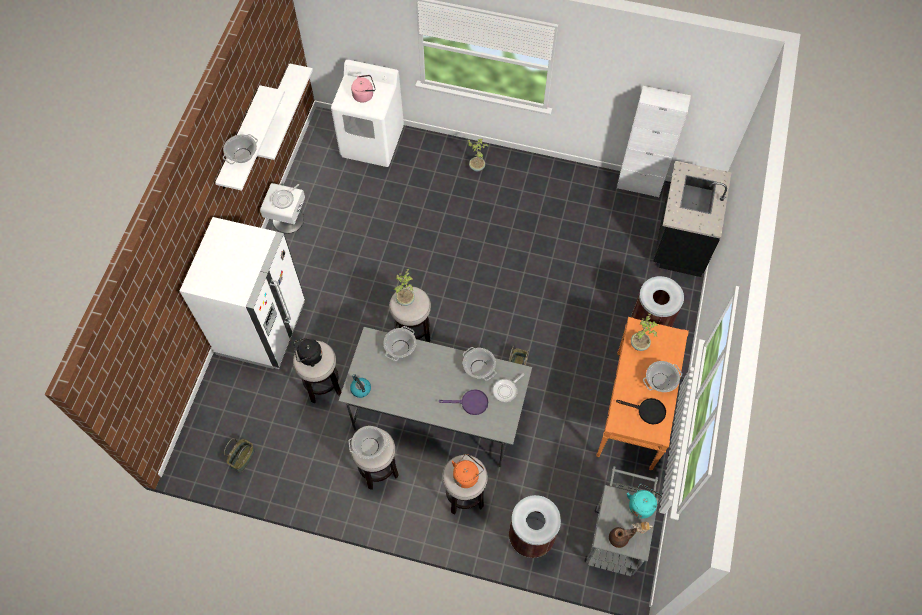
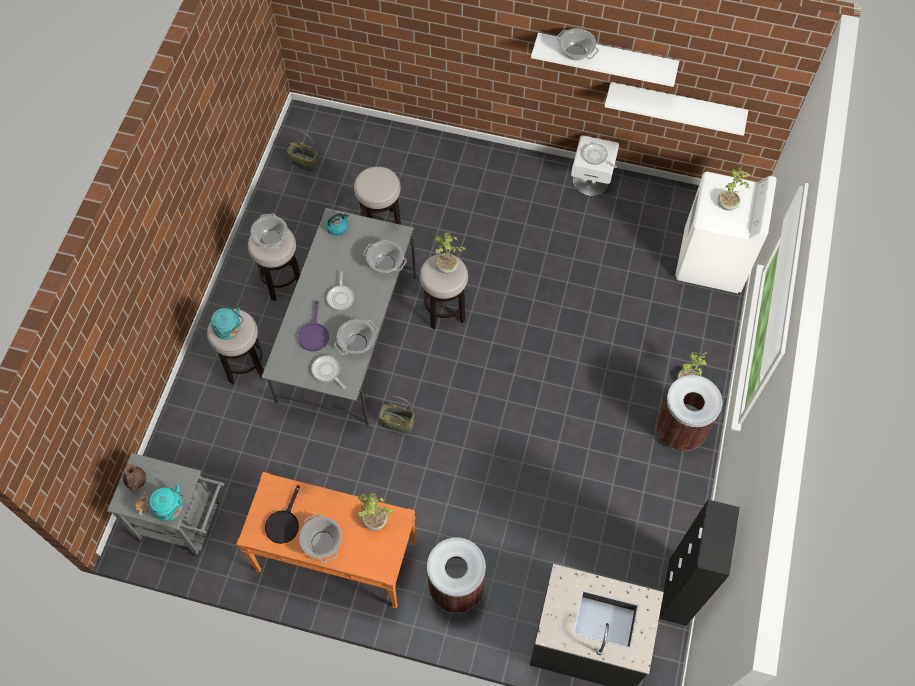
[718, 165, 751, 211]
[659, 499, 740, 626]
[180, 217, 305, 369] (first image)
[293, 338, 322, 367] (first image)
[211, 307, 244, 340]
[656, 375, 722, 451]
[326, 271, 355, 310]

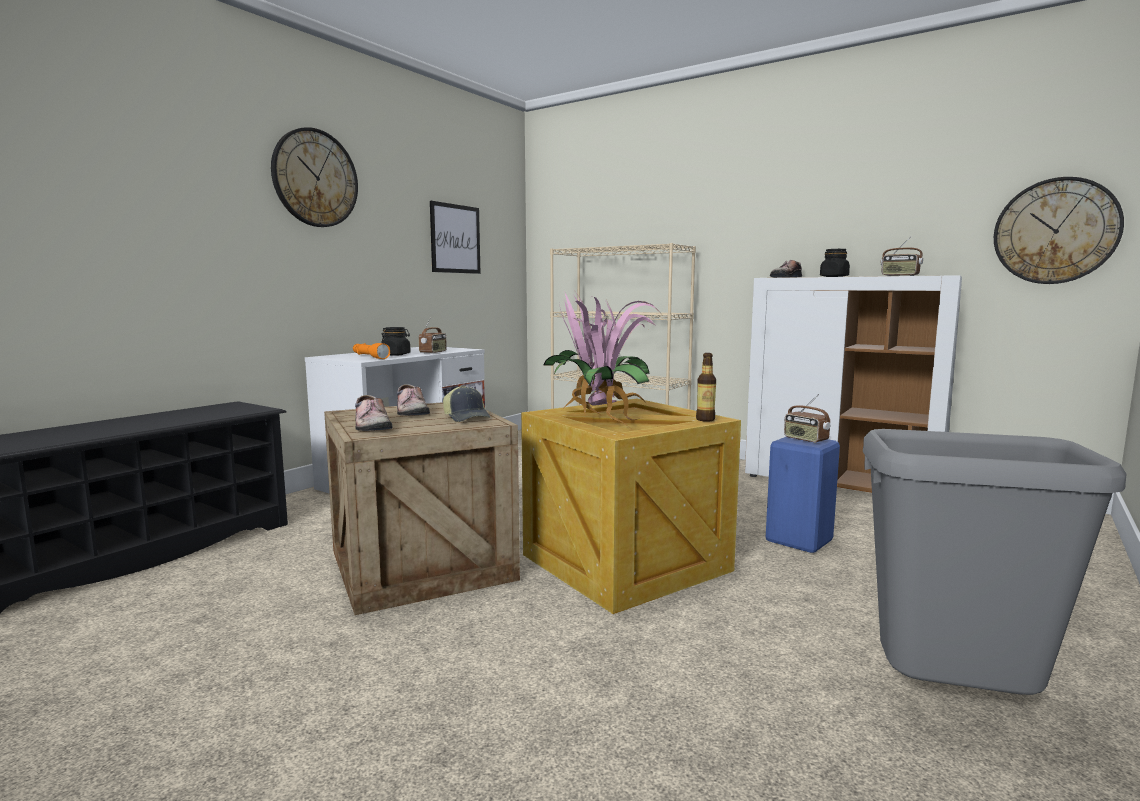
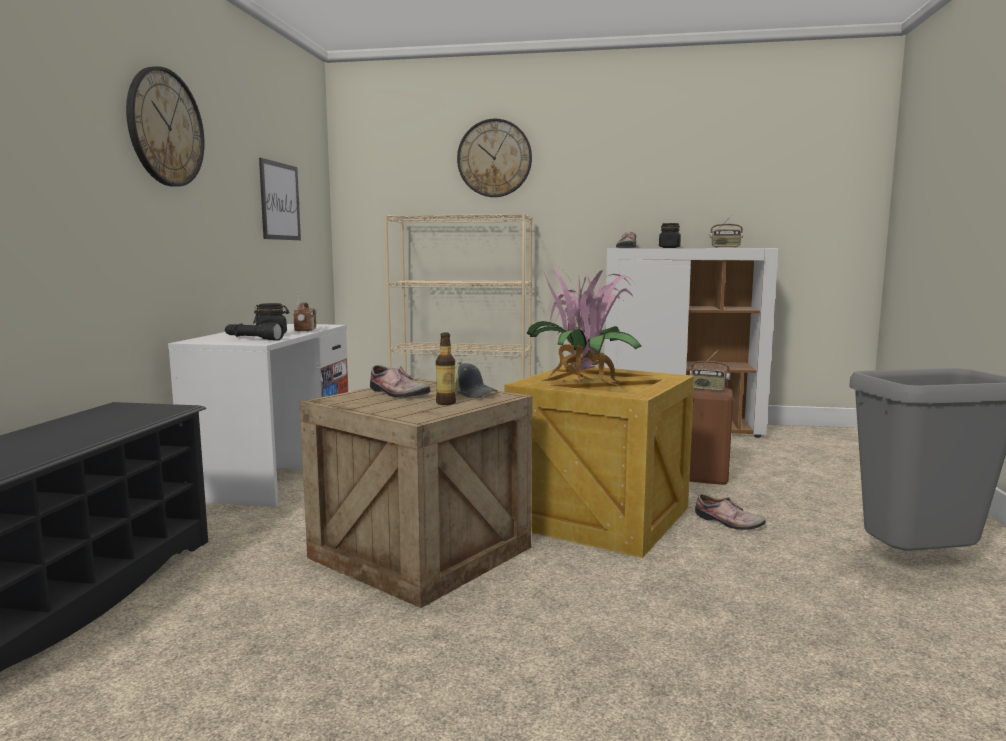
[457, 119, 532, 197]
[225, 322, 284, 341]
[436, 333, 456, 405]
[695, 494, 766, 530]
[689, 388, 733, 485]

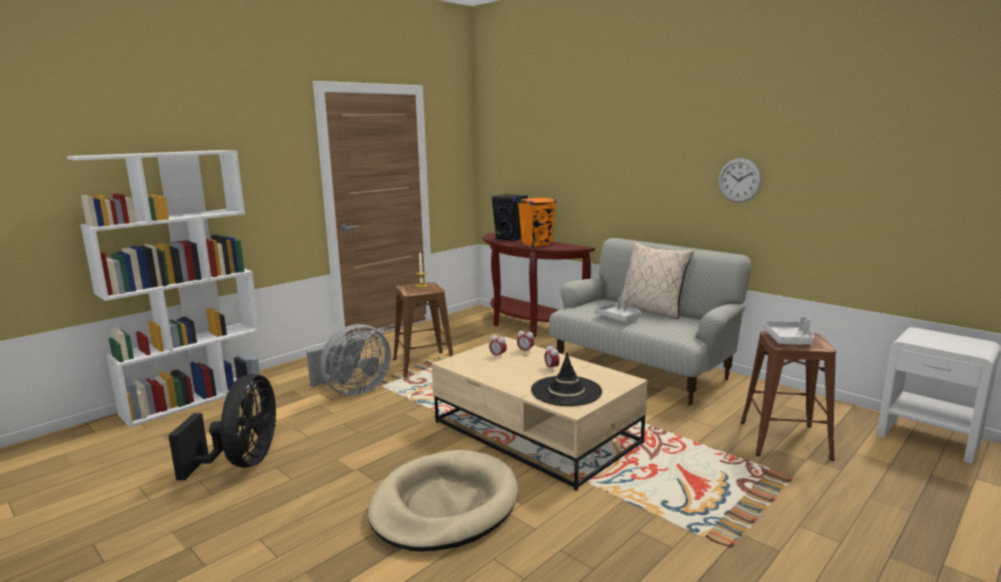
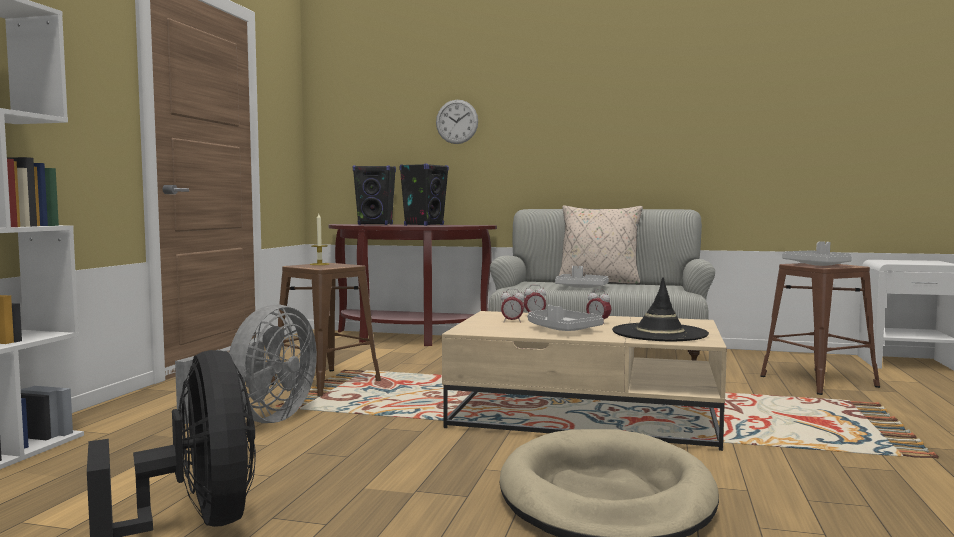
[436, 100, 478, 144]
[399, 163, 449, 226]
[528, 305, 603, 331]

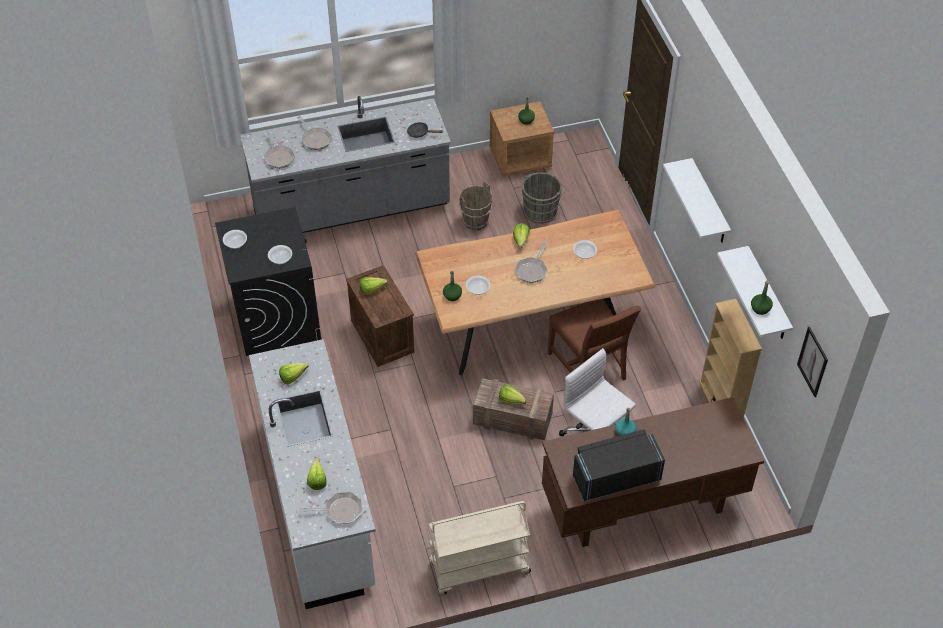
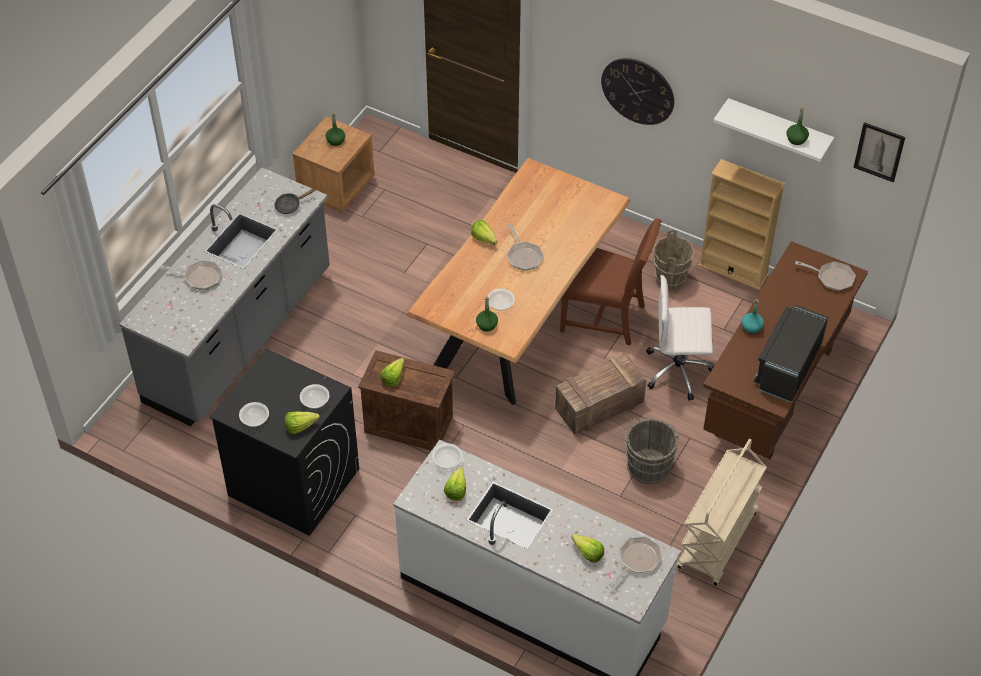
[795, 261, 856, 291]
[601, 58, 674, 125]
[623, 419, 679, 484]
[654, 230, 694, 289]
[432, 443, 463, 469]
[285, 411, 320, 434]

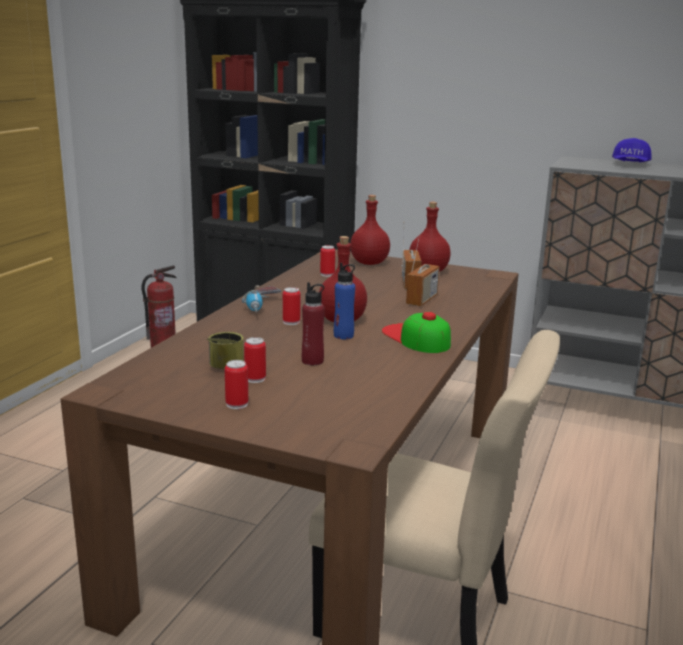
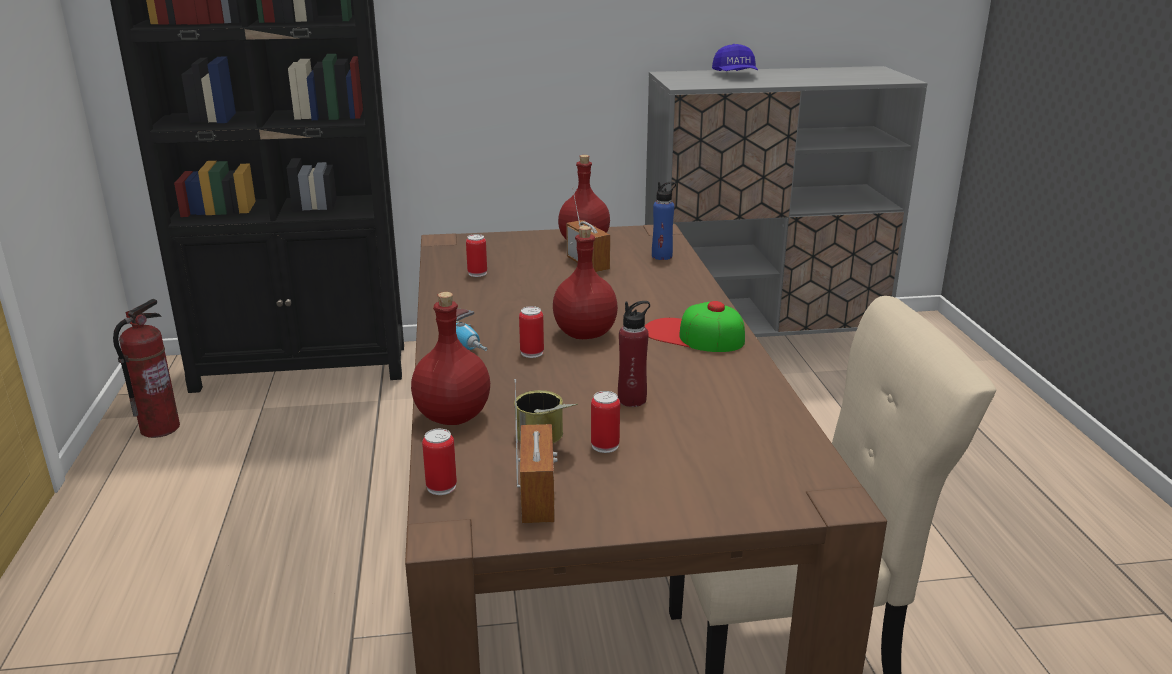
[411, 292, 490, 425]
[514, 379, 558, 523]
[652, 182, 676, 260]
[422, 429, 457, 495]

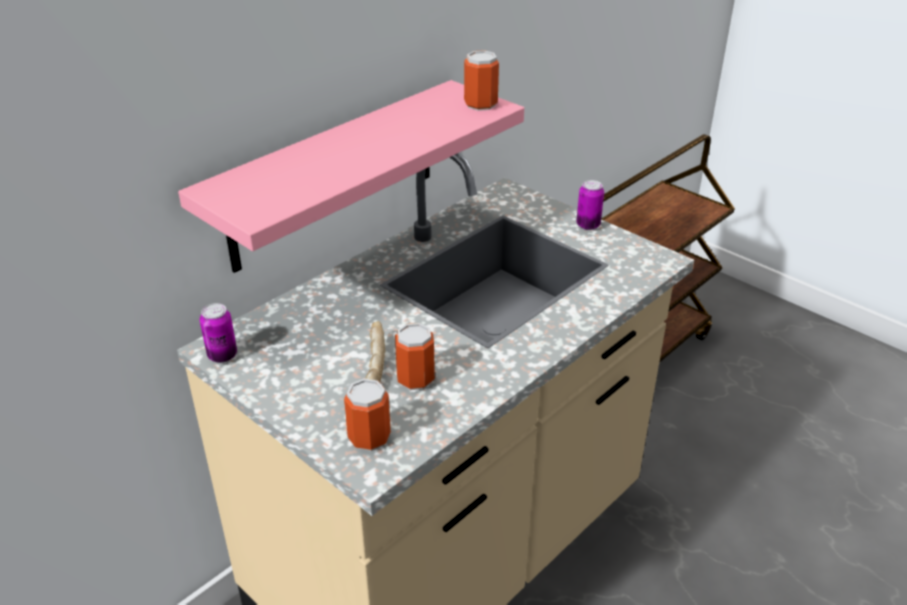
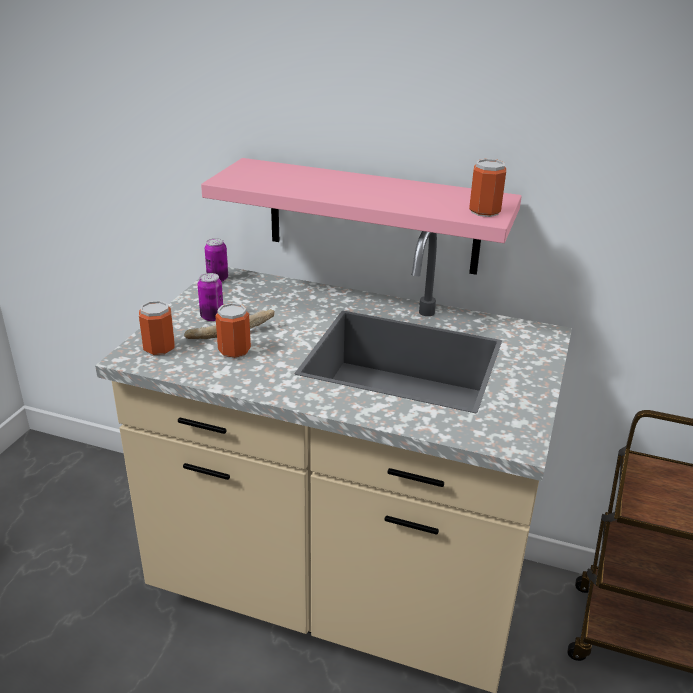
[197, 273, 223, 321]

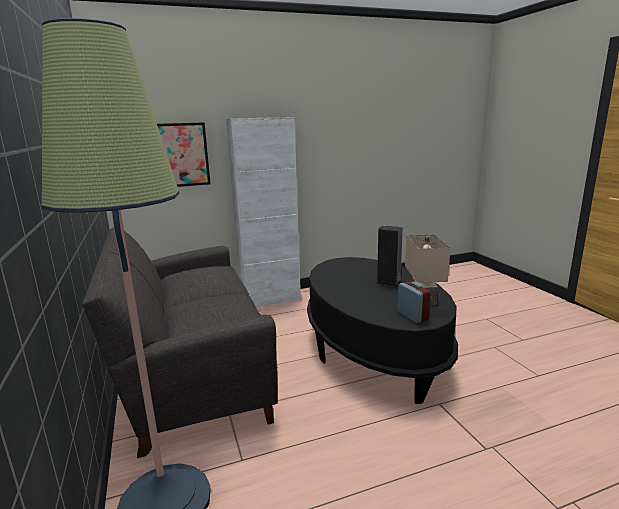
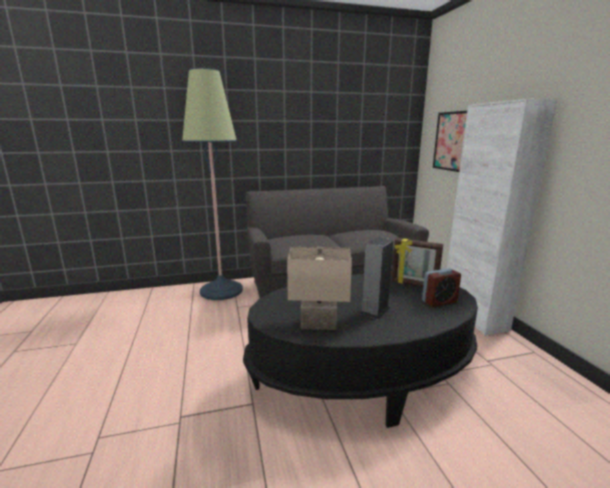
[422, 268, 461, 307]
[392, 238, 443, 287]

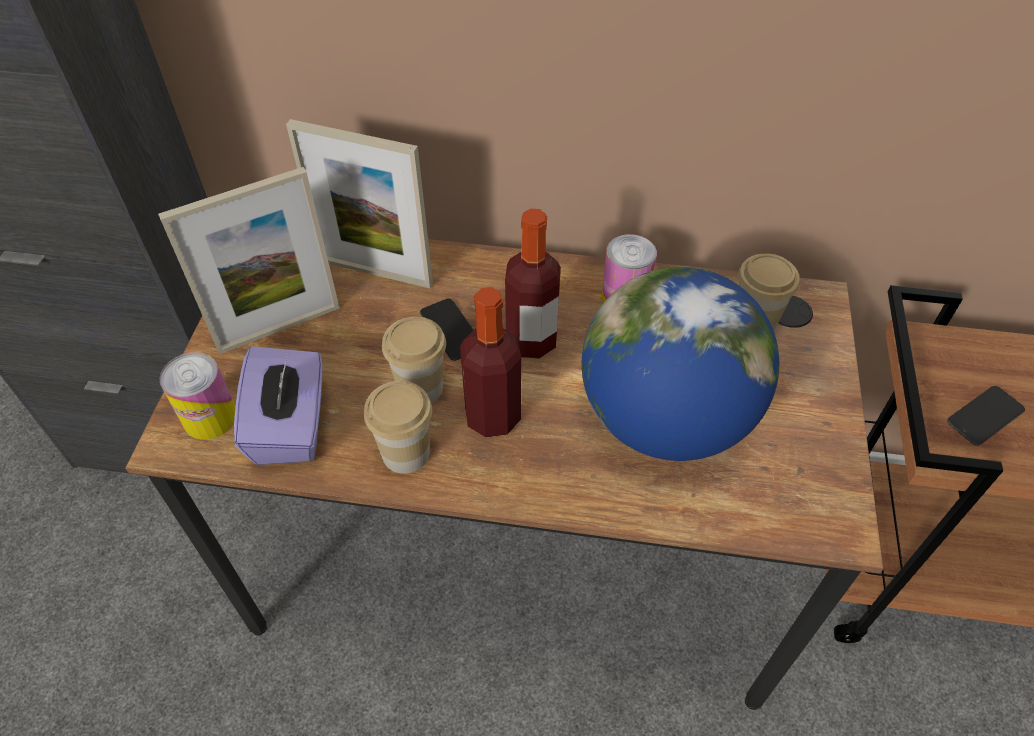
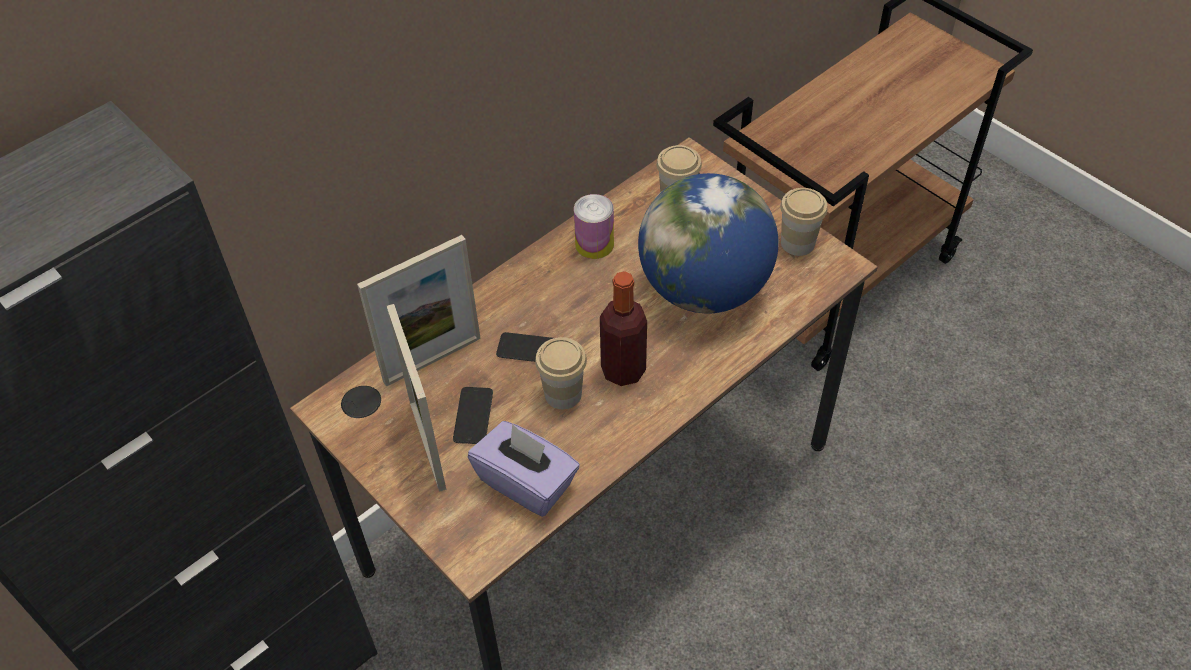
[387, 304, 446, 492]
[505, 209, 561, 358] (first image)
[159, 352, 236, 440] (first image)
[780, 188, 827, 256]
[453, 387, 493, 444]

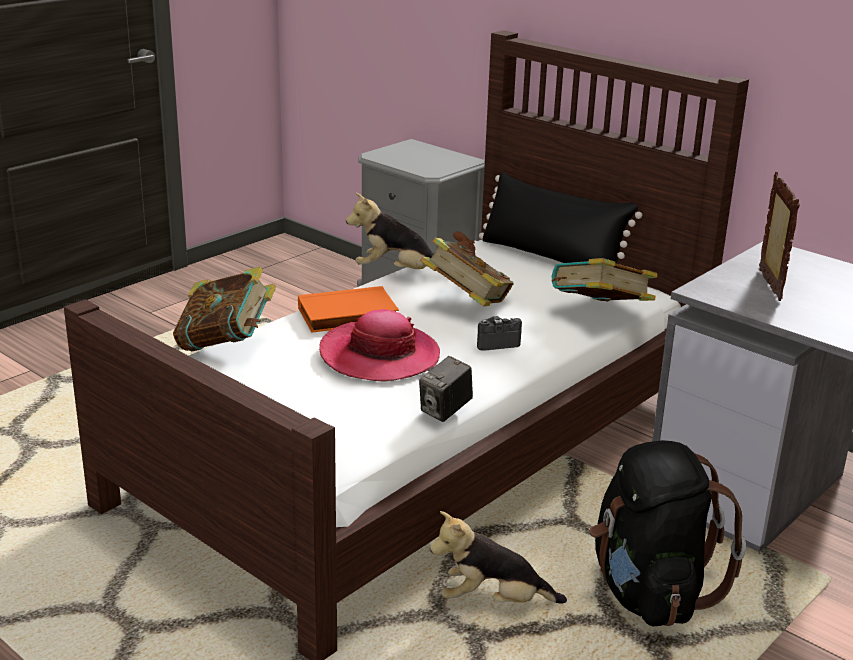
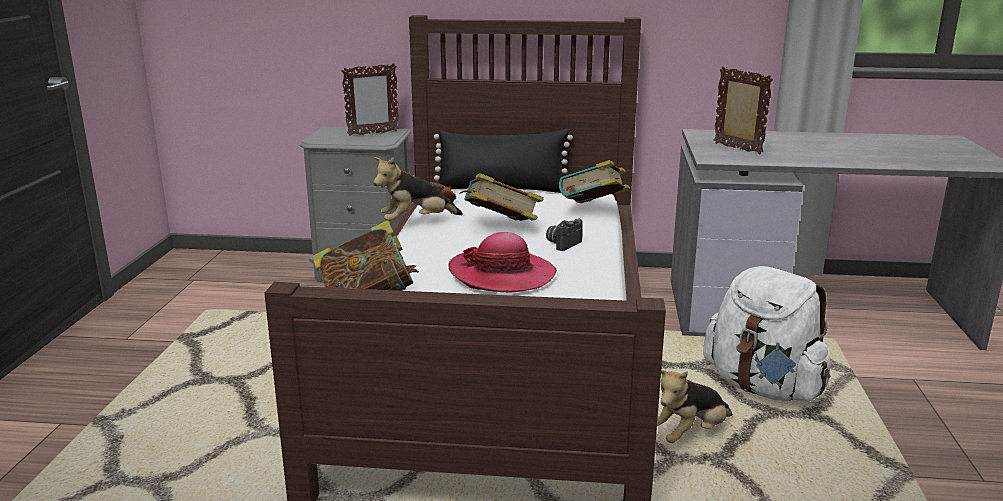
[298, 286, 399, 333] (first image)
[419, 356, 473, 422] (first image)
[703, 266, 831, 402]
[341, 63, 399, 136]

